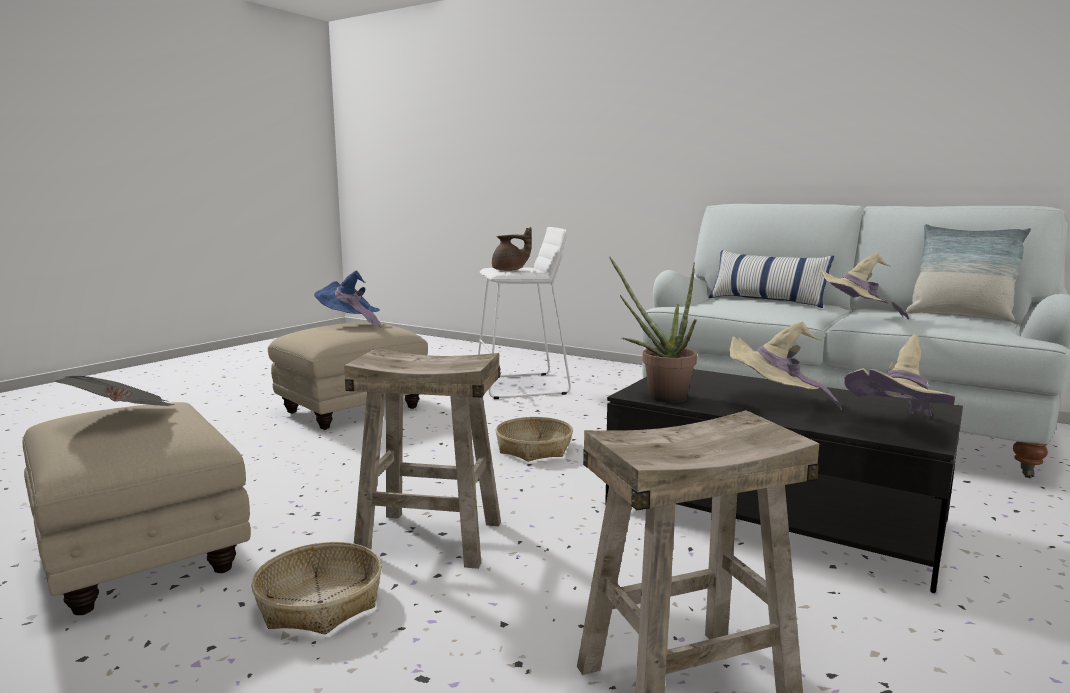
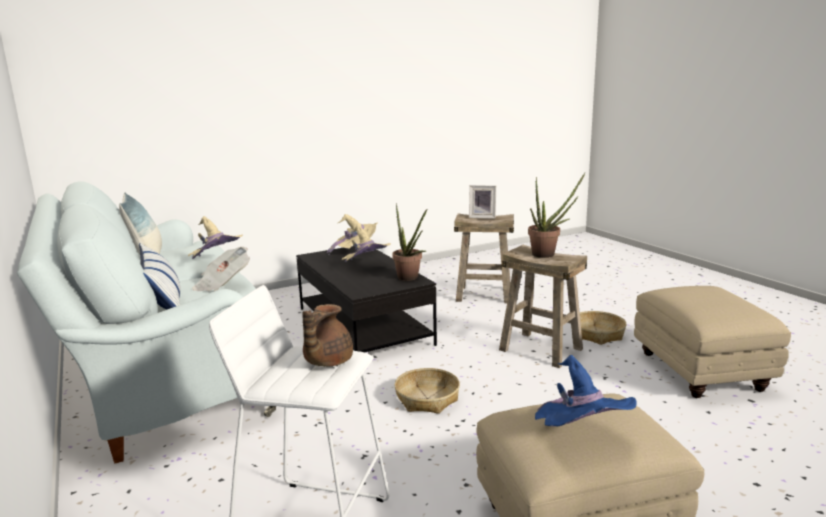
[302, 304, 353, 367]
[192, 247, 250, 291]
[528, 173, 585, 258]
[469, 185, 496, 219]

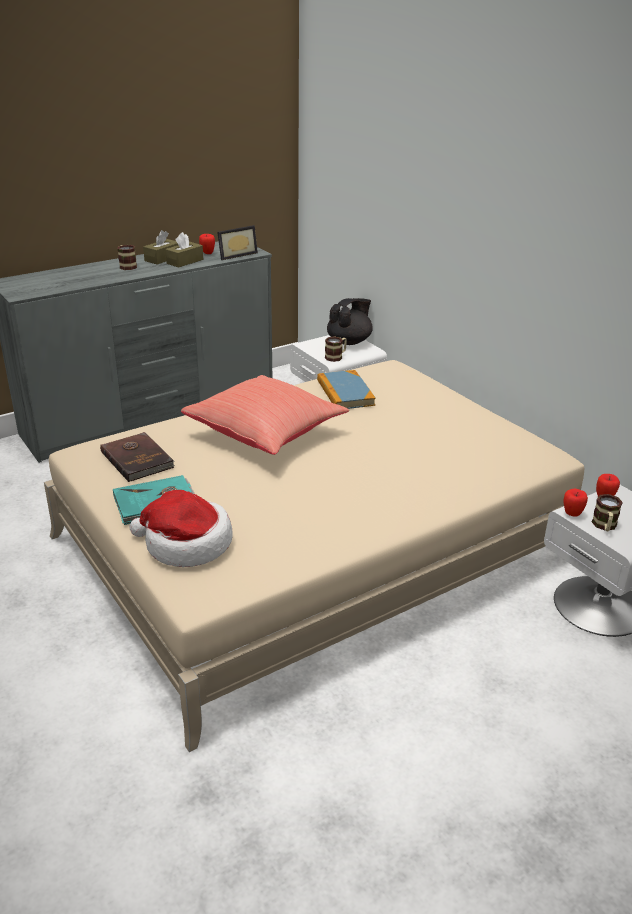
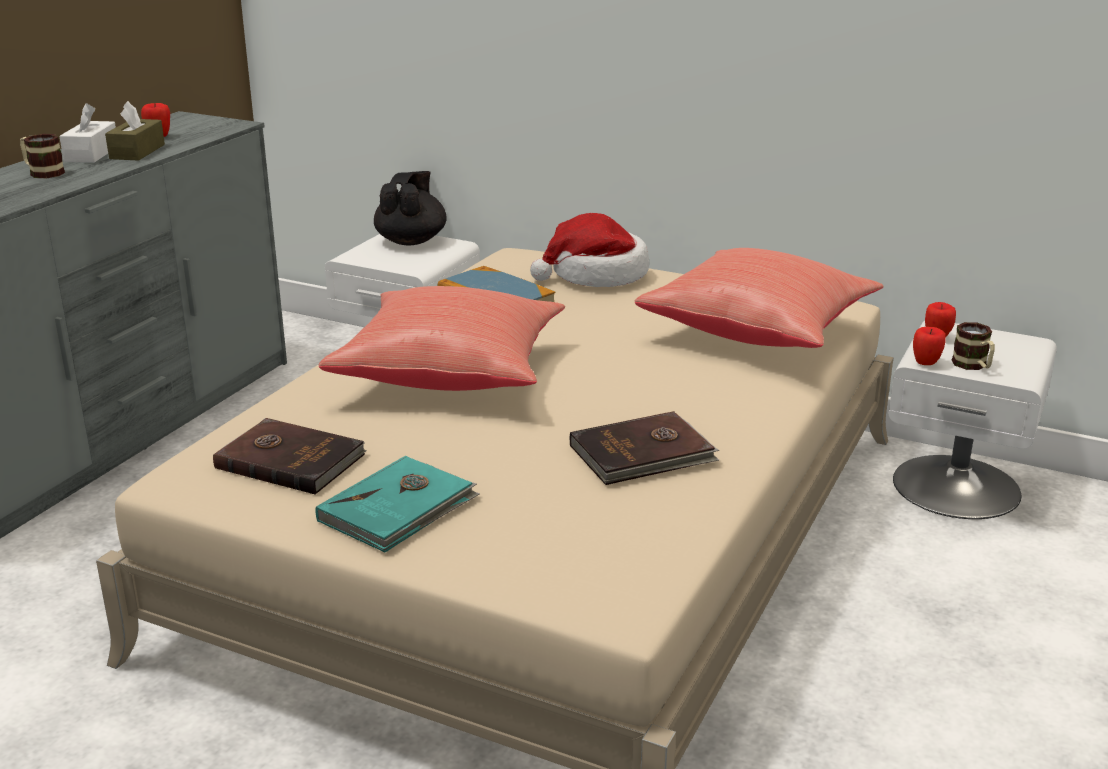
[217, 225, 258, 260] (first image)
[59, 103, 116, 163]
[325, 336, 347, 362] (first image)
[530, 213, 649, 287]
[635, 248, 884, 348]
[570, 411, 719, 485]

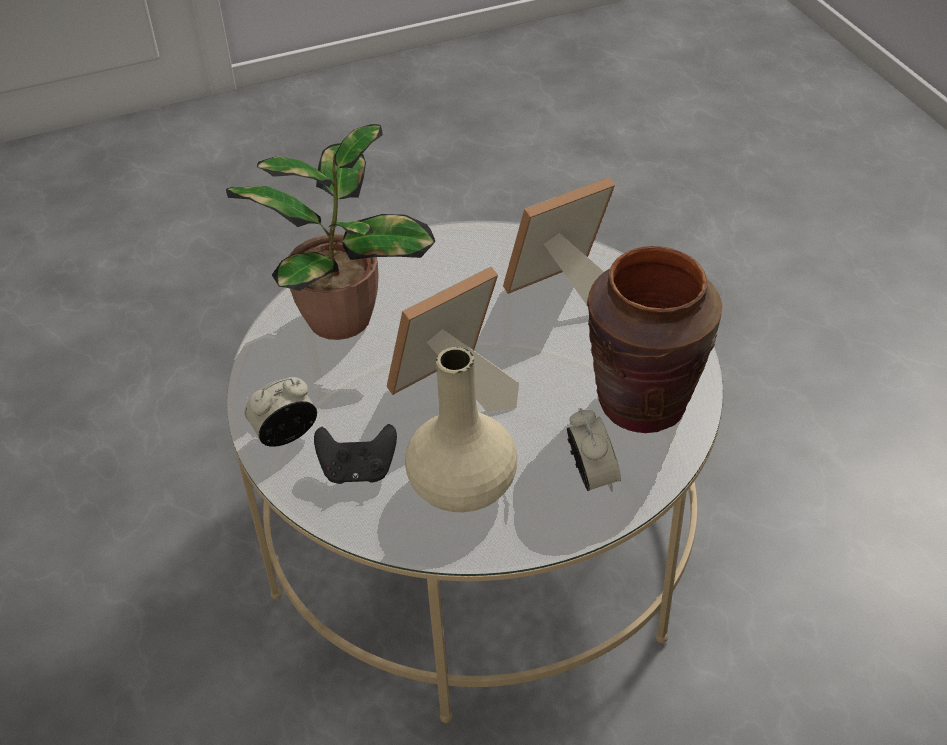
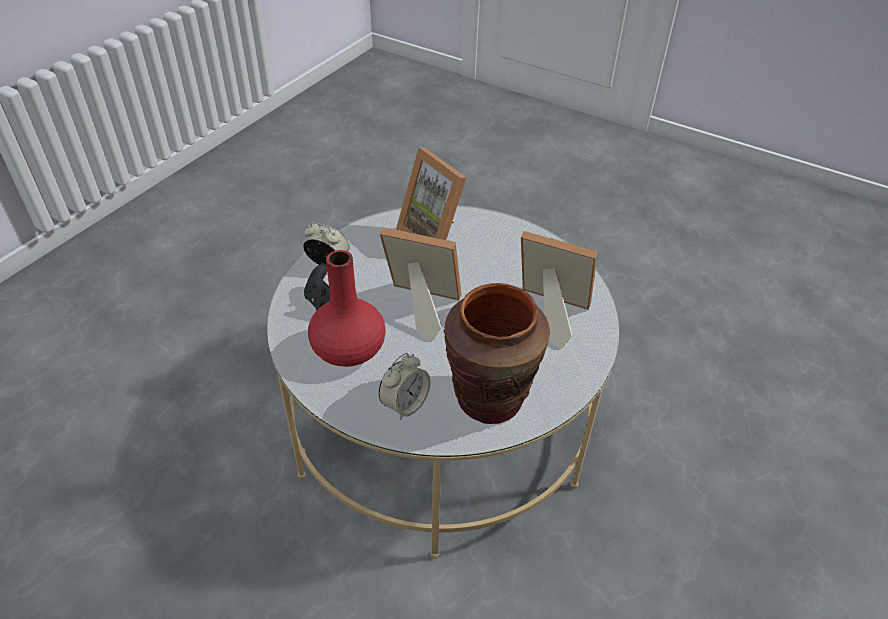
[396, 147, 466, 240]
[308, 250, 386, 367]

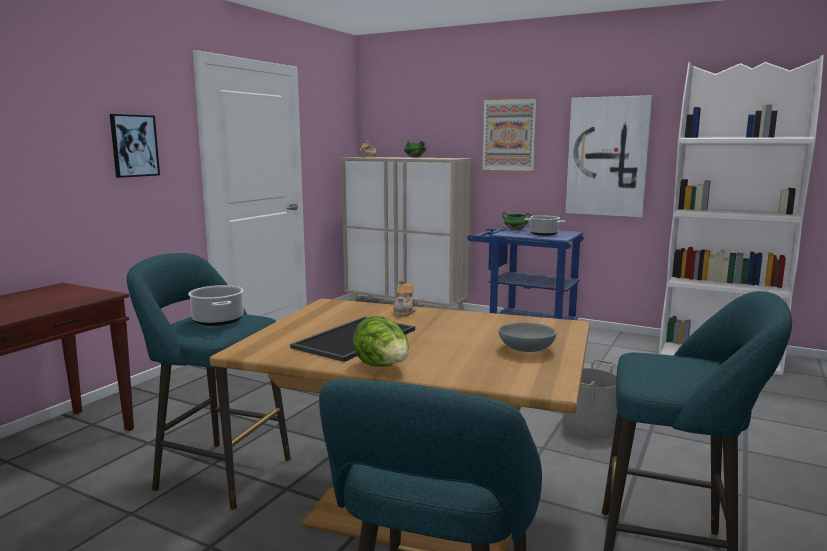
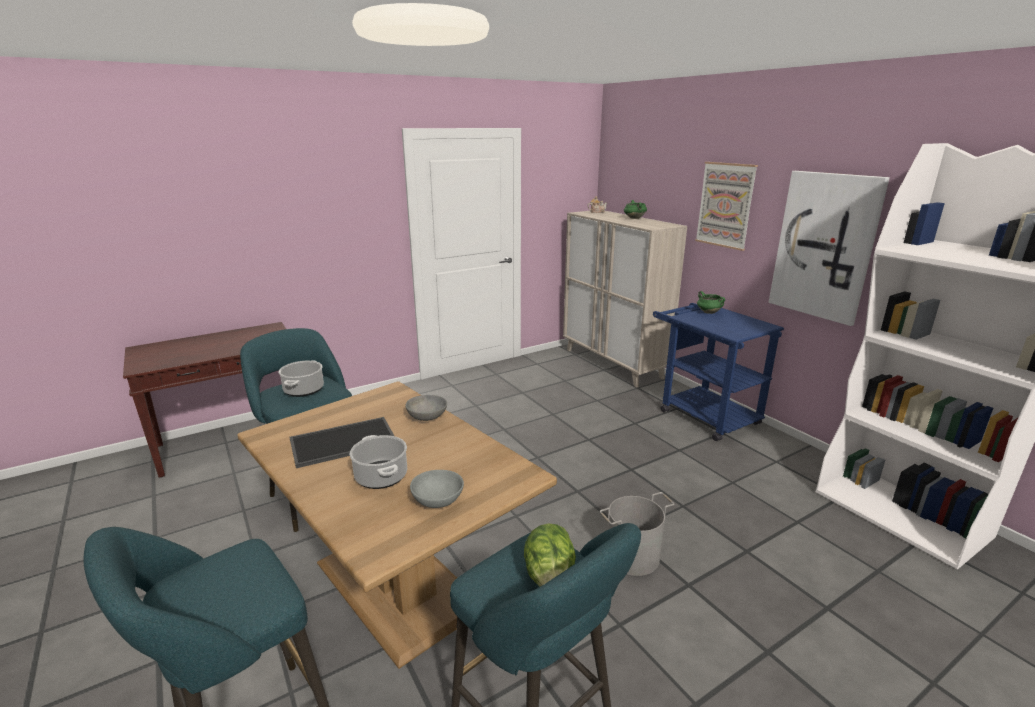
[110, 114, 160, 178] (first image)
[349, 435, 407, 489]
[405, 395, 447, 421]
[524, 524, 576, 587]

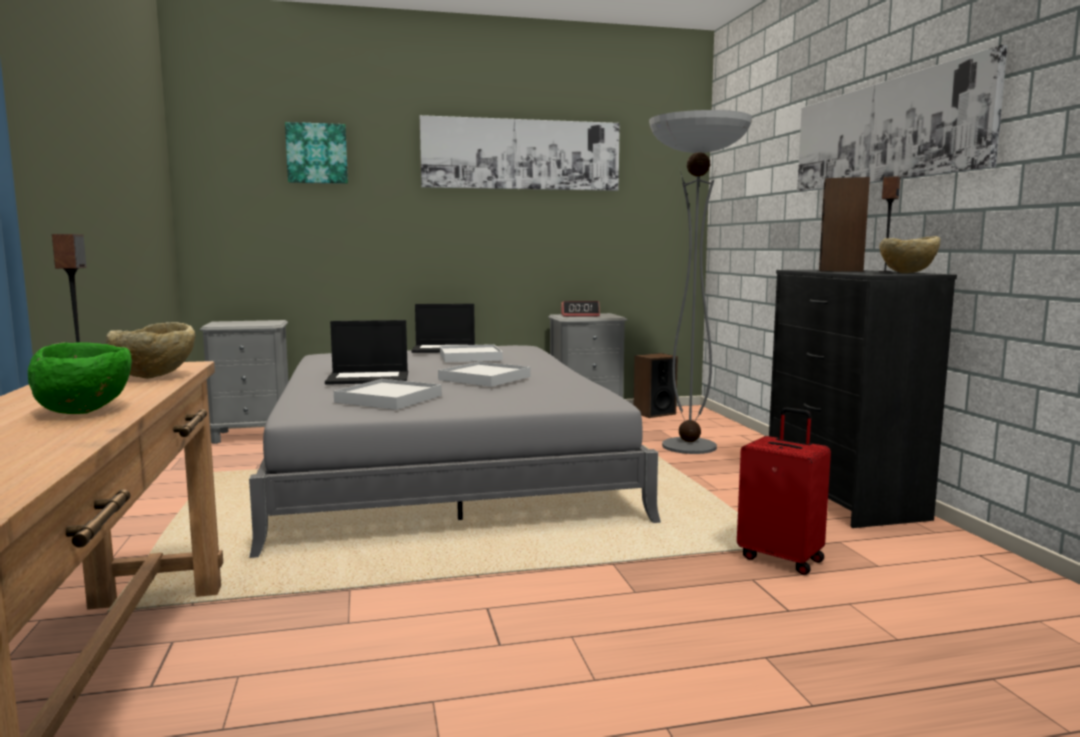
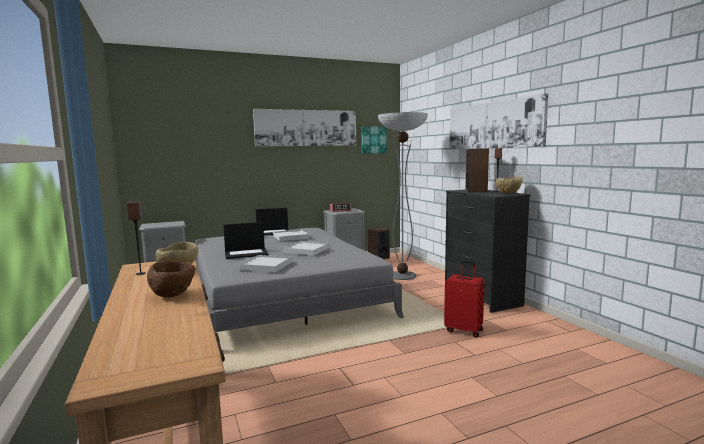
[361, 126, 387, 154]
[147, 261, 195, 298]

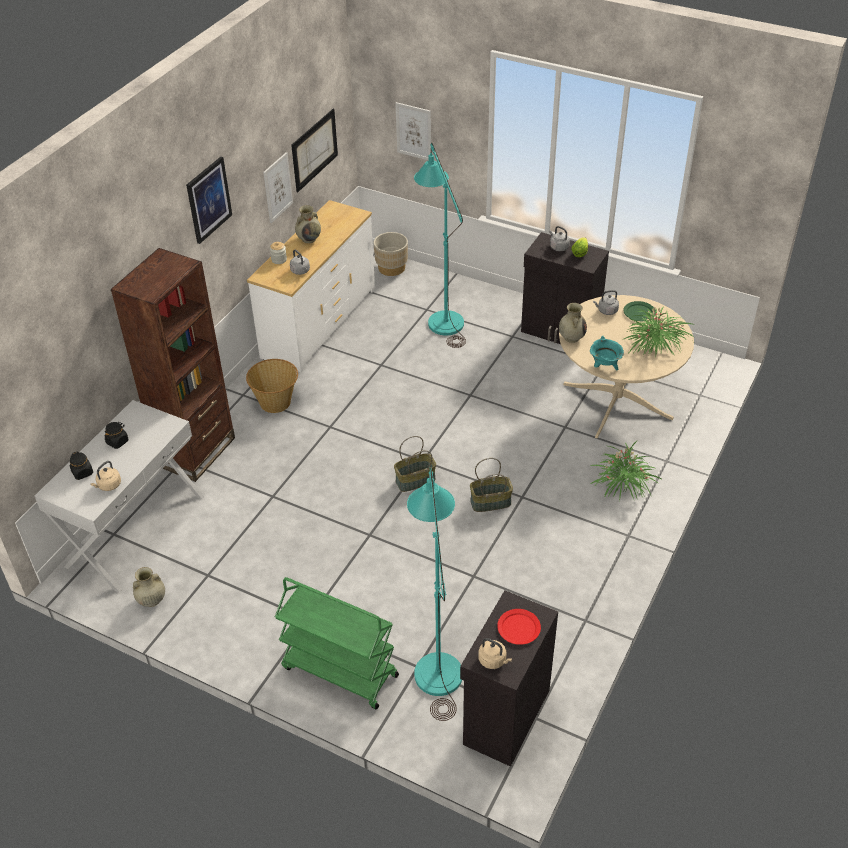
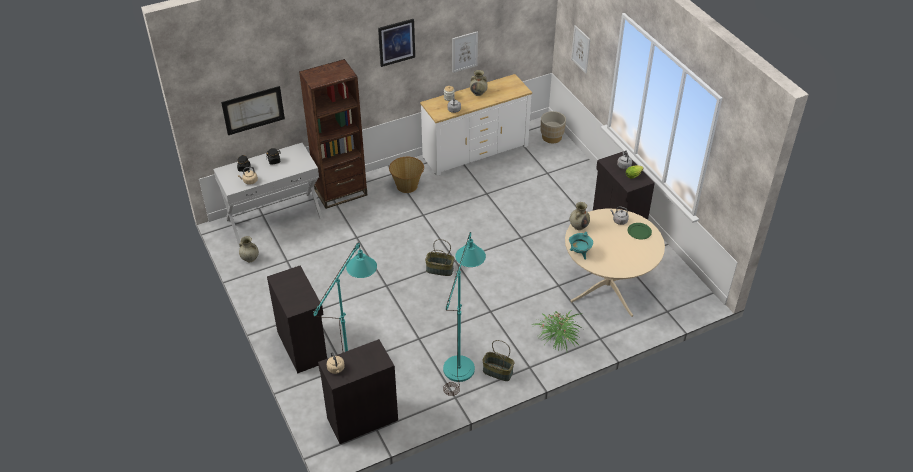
[221, 86, 285, 135]
[443, 232, 486, 396]
[622, 306, 695, 356] (first image)
[482, 340, 514, 381]
[267, 266, 327, 373]
[497, 609, 541, 645] (first image)

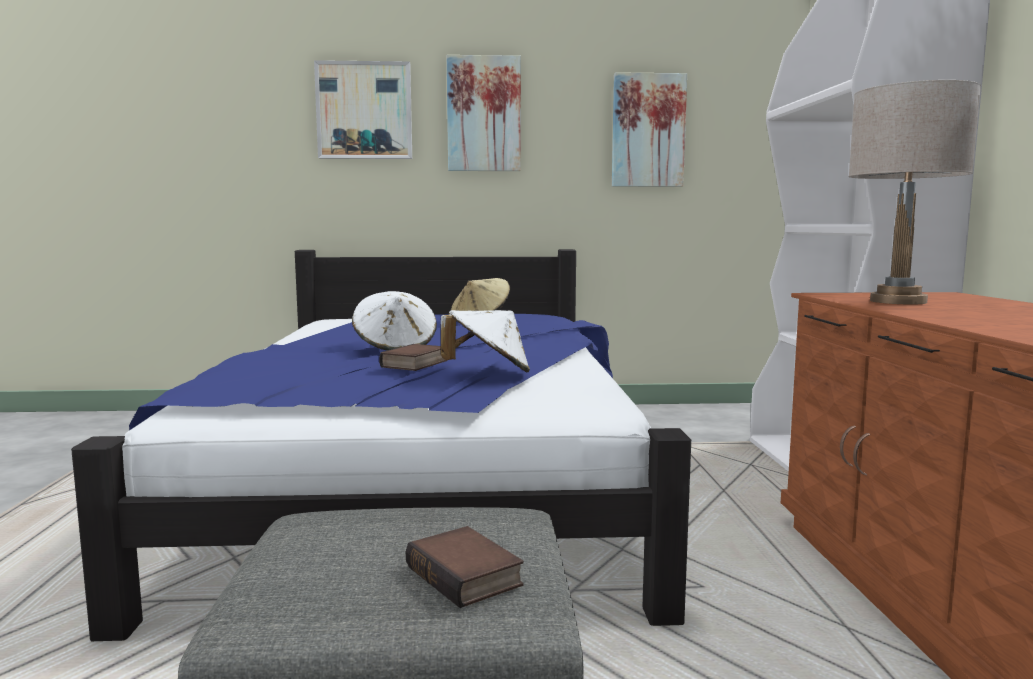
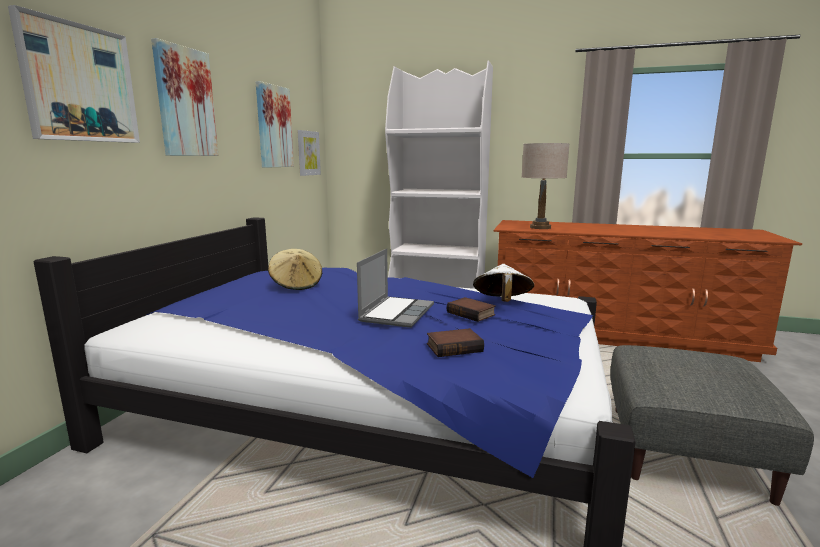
[357, 249, 434, 328]
[427, 328, 484, 357]
[297, 130, 321, 176]

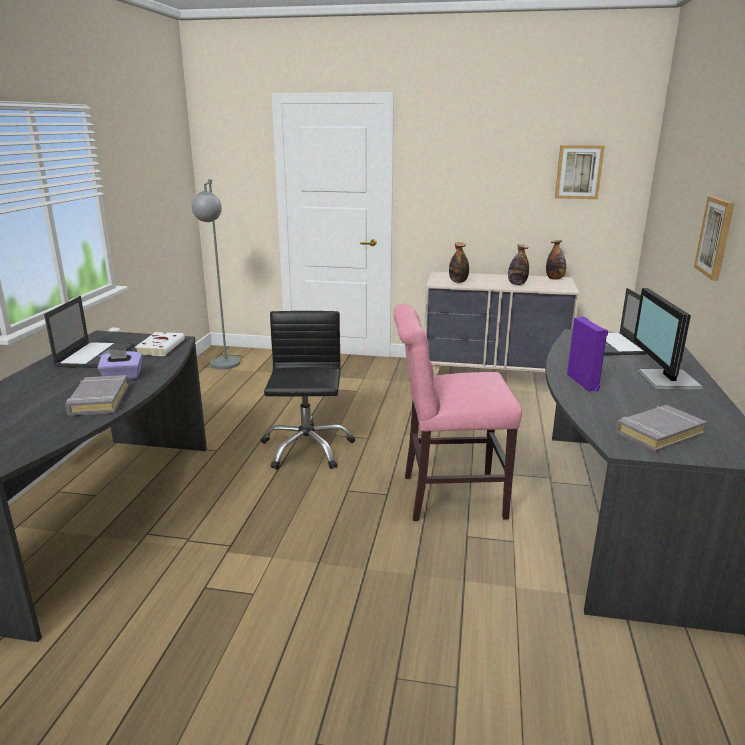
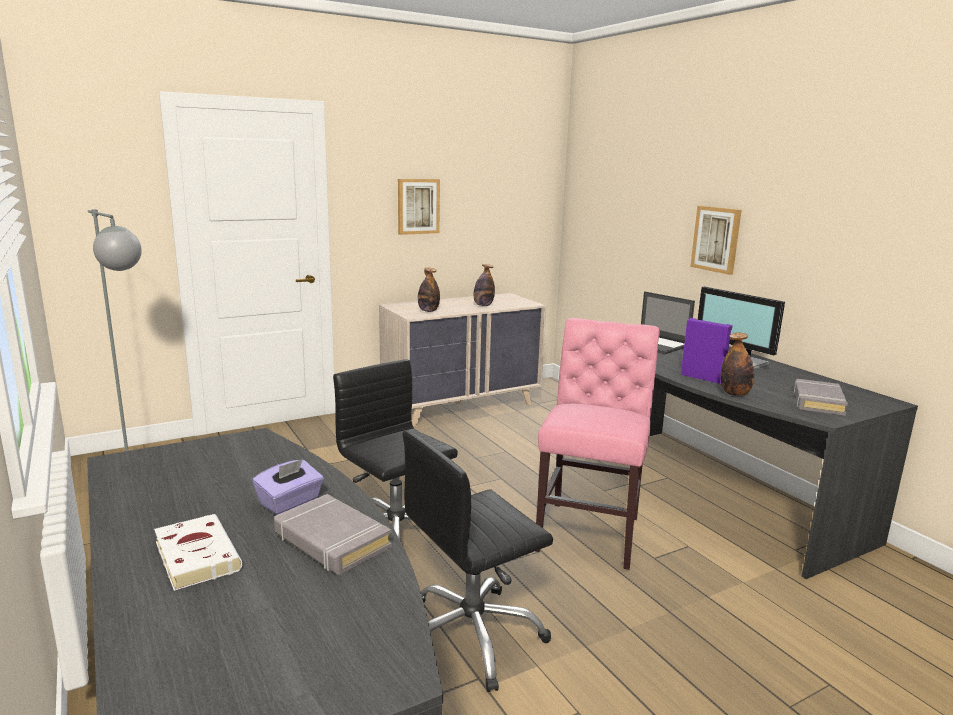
[398, 179, 440, 235]
[720, 333, 754, 396]
[44, 296, 135, 368] (first image)
[536, 318, 660, 570]
[154, 514, 242, 591]
[402, 430, 553, 692]

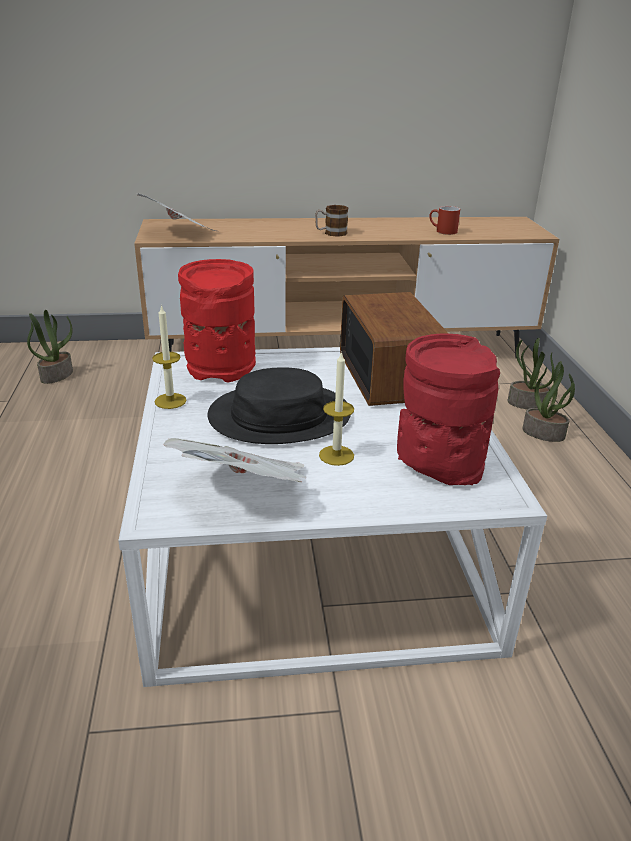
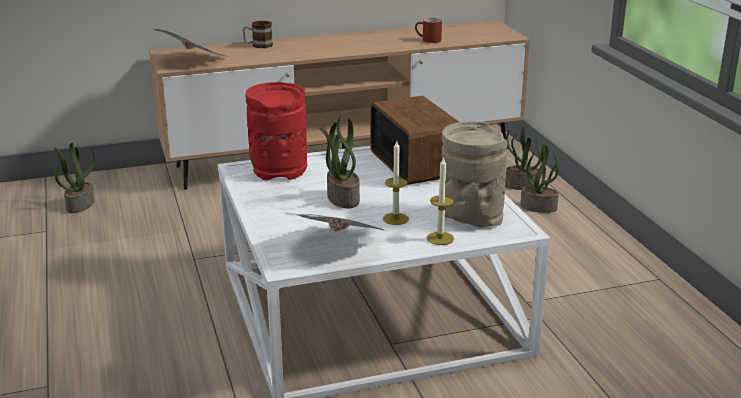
[243, 21, 273, 48]
[427, 156, 454, 245]
[441, 121, 507, 228]
[319, 116, 360, 208]

